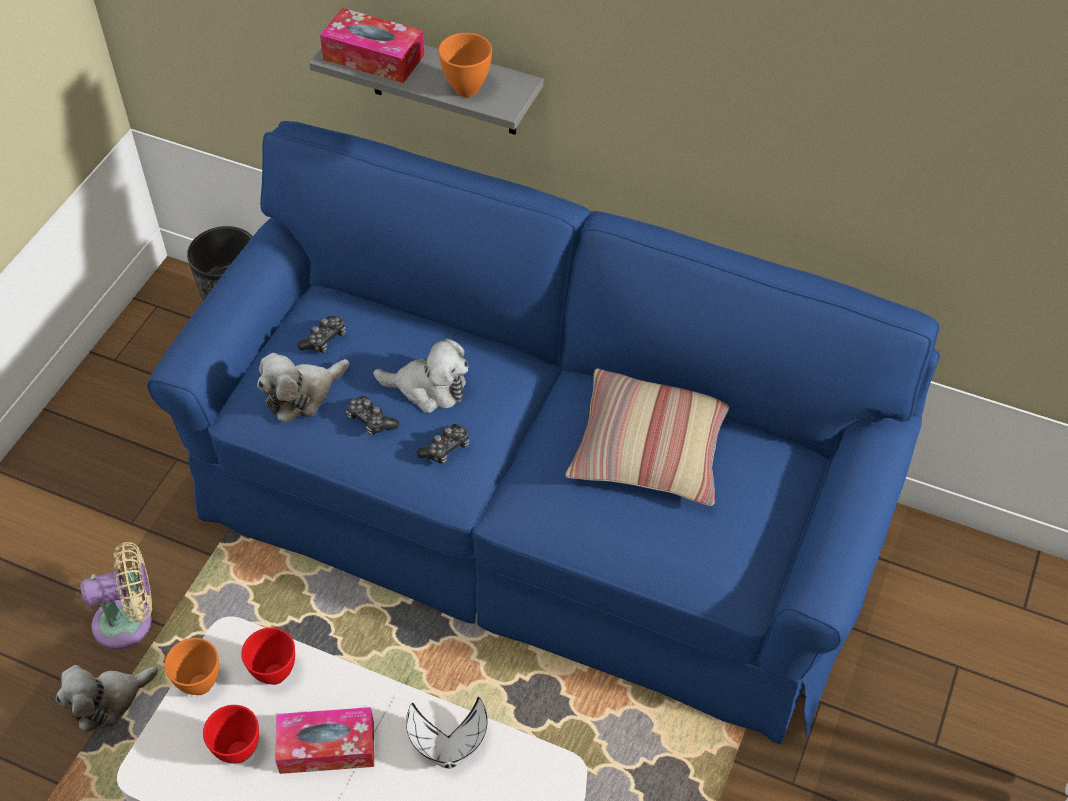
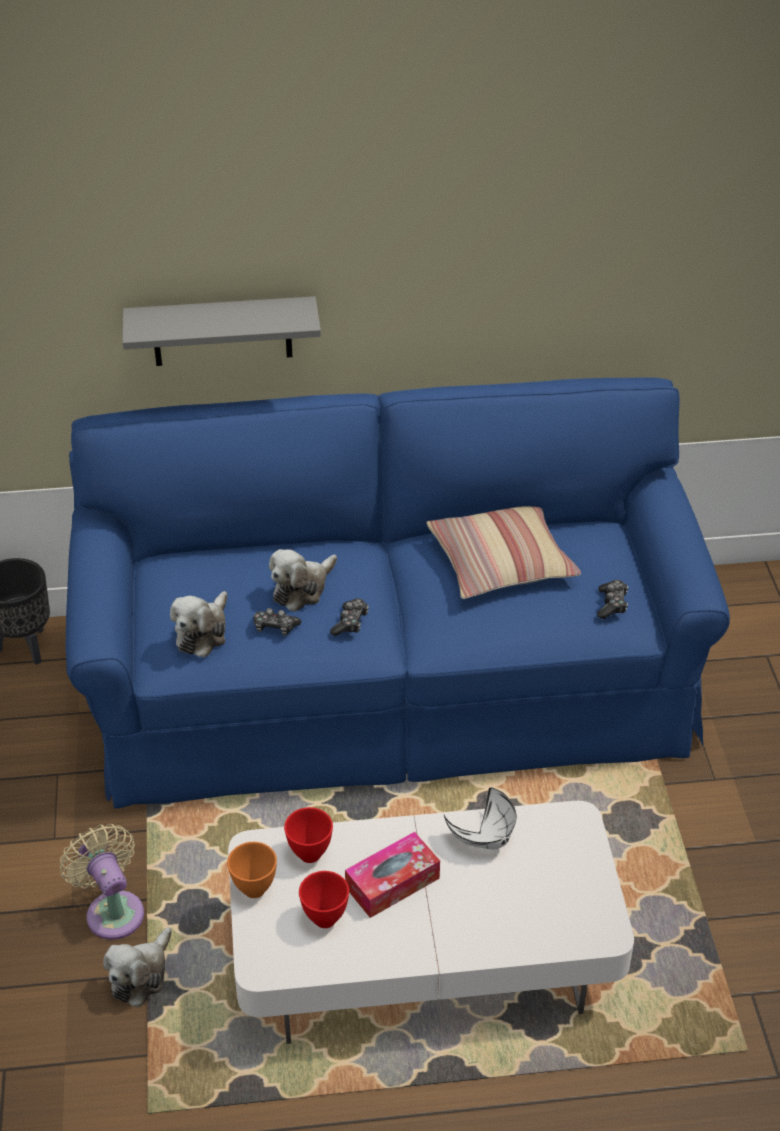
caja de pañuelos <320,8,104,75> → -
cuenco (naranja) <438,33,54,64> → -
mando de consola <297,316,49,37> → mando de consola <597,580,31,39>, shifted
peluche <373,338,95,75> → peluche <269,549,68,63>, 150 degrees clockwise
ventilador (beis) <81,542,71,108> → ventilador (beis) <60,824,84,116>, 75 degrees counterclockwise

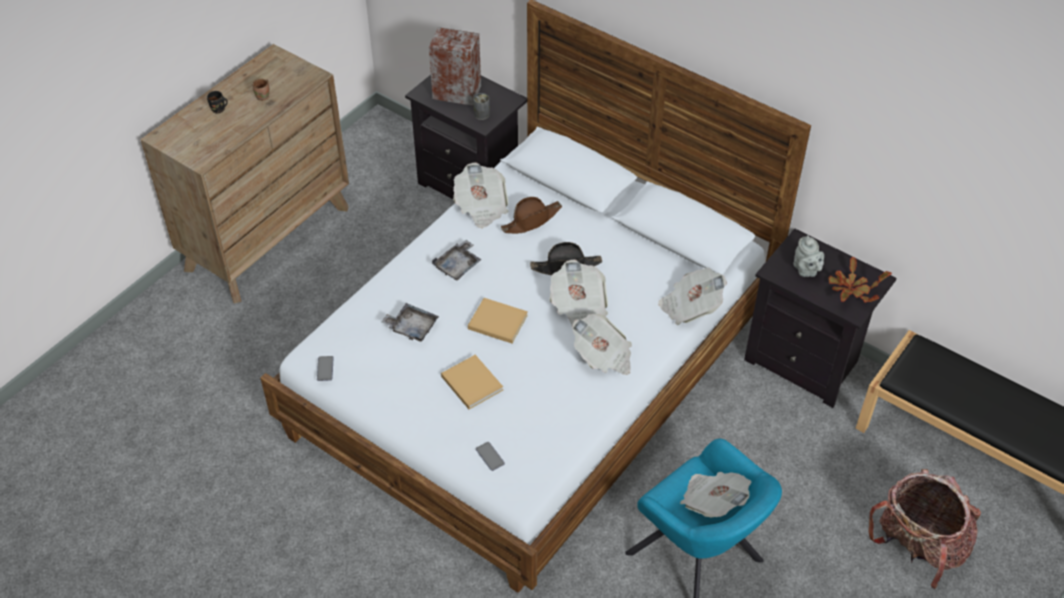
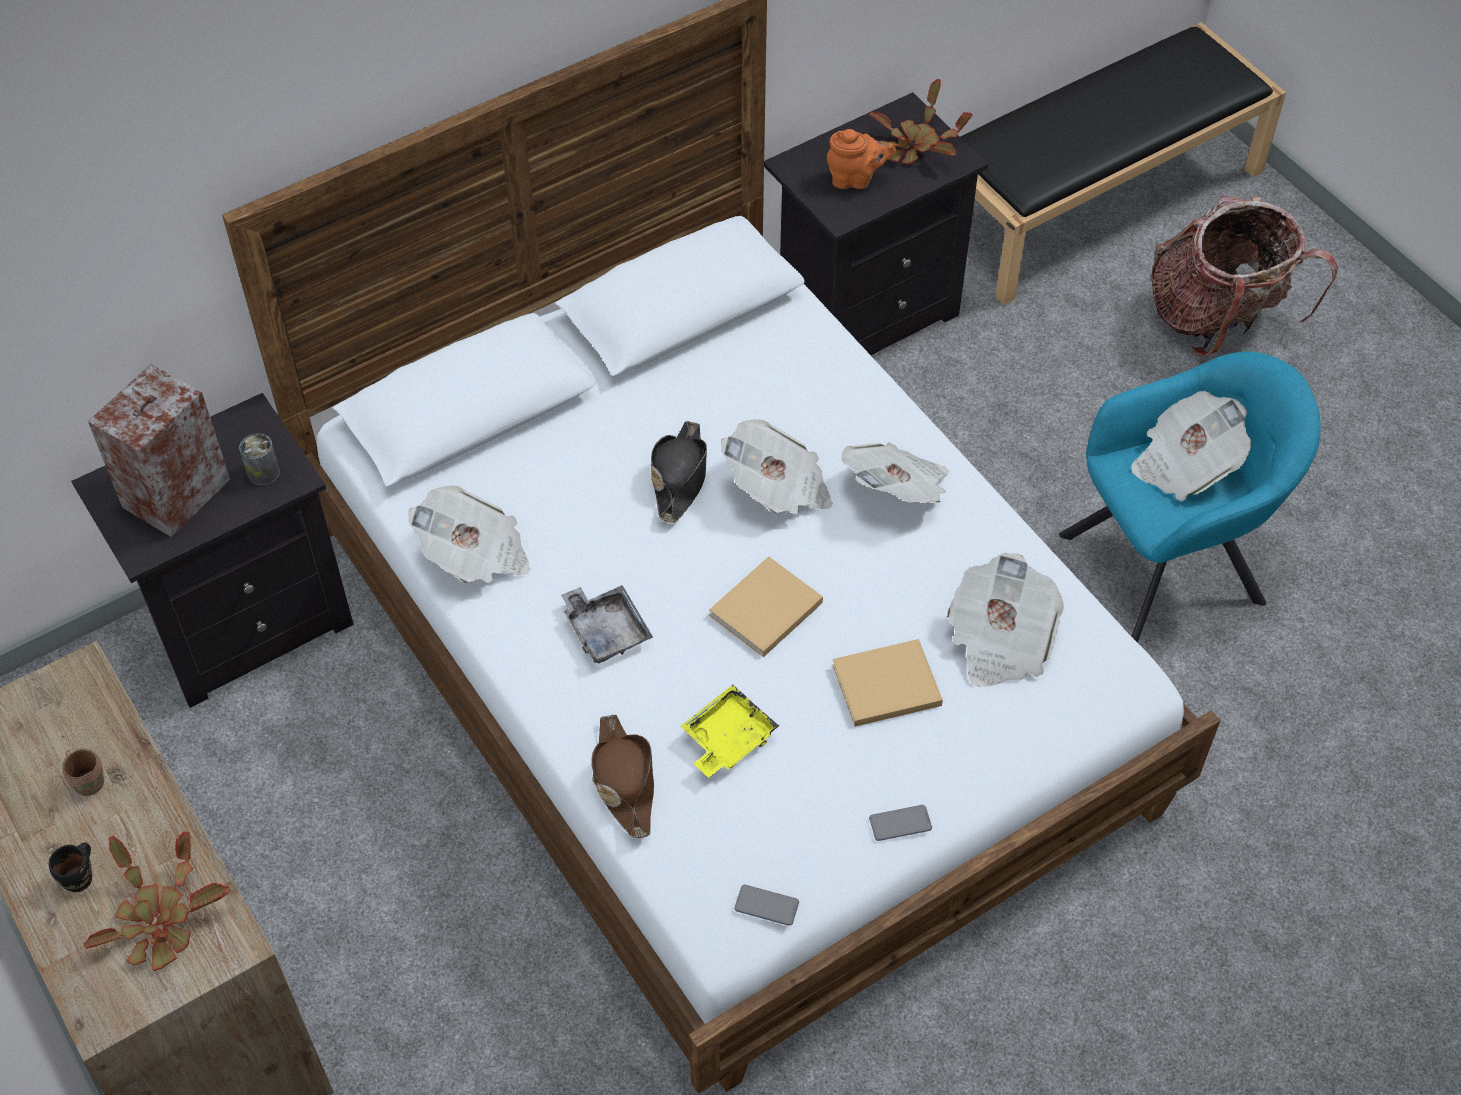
sombrero (marrón) <501,197,61,37> → sombrero (marrón) <591,715,63,123>, shifted
tetera (gris) <793,235,31,42> → tetera (naranja) <827,129,69,60>
periódico <658,268,69,57> → periódico <947,553,117,134>, shifted
bandeja (gris) <381,303,58,39> → bandeja (amarillo) <681,685,98,93>
móvil <476,442,29,29> → móvil <869,805,63,36>, shifted
- → planta en maceta <83,832,147,139>

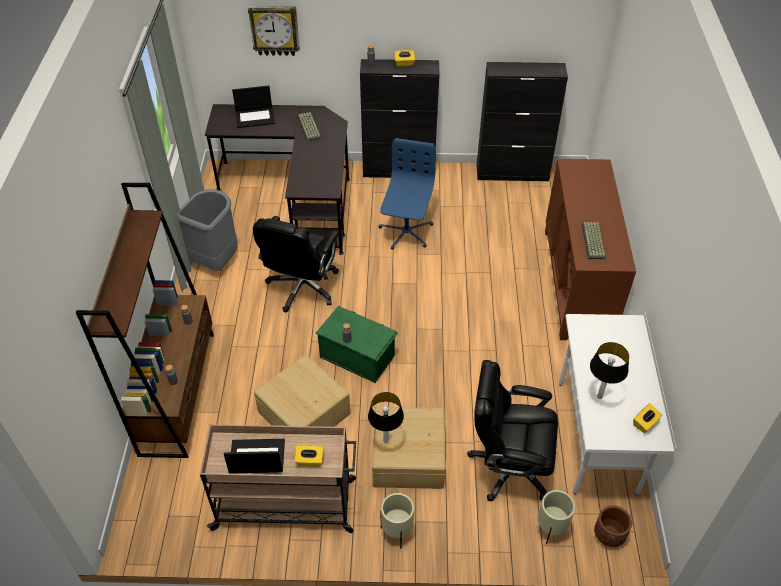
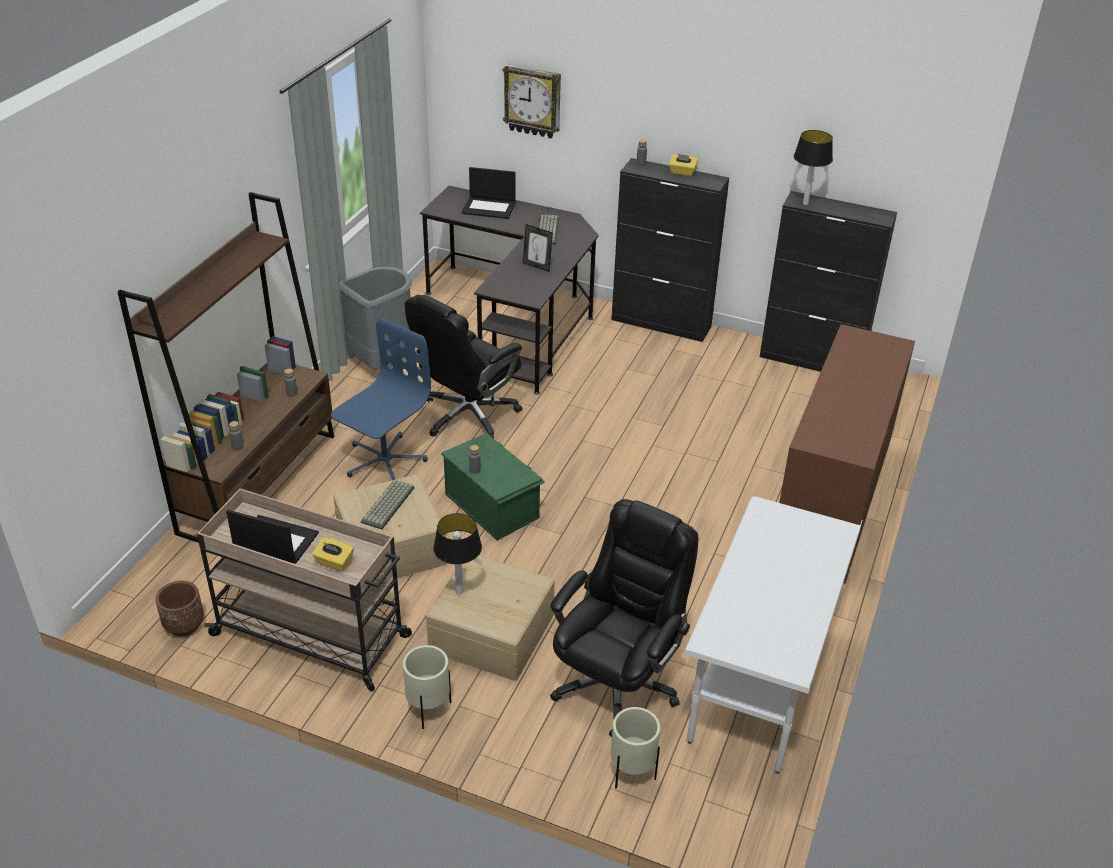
silla de oficina (azul) <379,138,57,112> → silla de oficina (azul) <331,318,100,162>, shifted
teclado <582,222,24,37> → teclado <361,480,54,49>, shifted
lámpara de mesa <590,342,39,57> → lámpara de mesa <794,130,39,75>, shifted
silla de oficina (negro) <467,360,91,141> → silla de oficina (negro) <550,499,148,238>, 90 degrees clockwise
caja de pañuelos (amarillo) <633,403,29,30> → -
maceta (marrón) <594,505,38,42> → maceta (marrón) <155,581,49,55>, shifted
- → portarretratos <523,224,30,48>

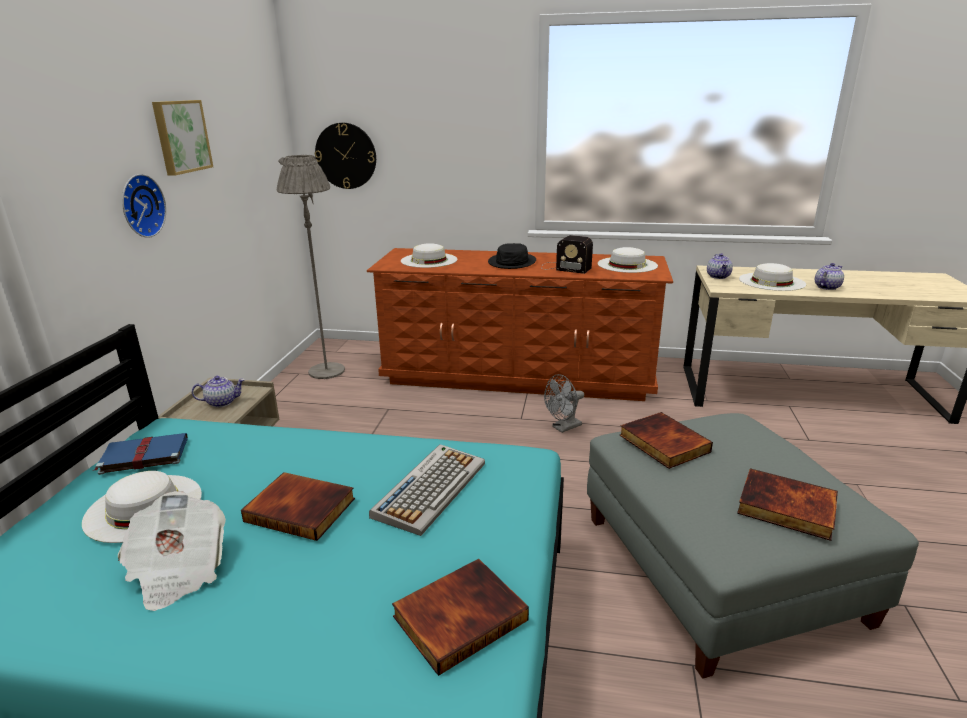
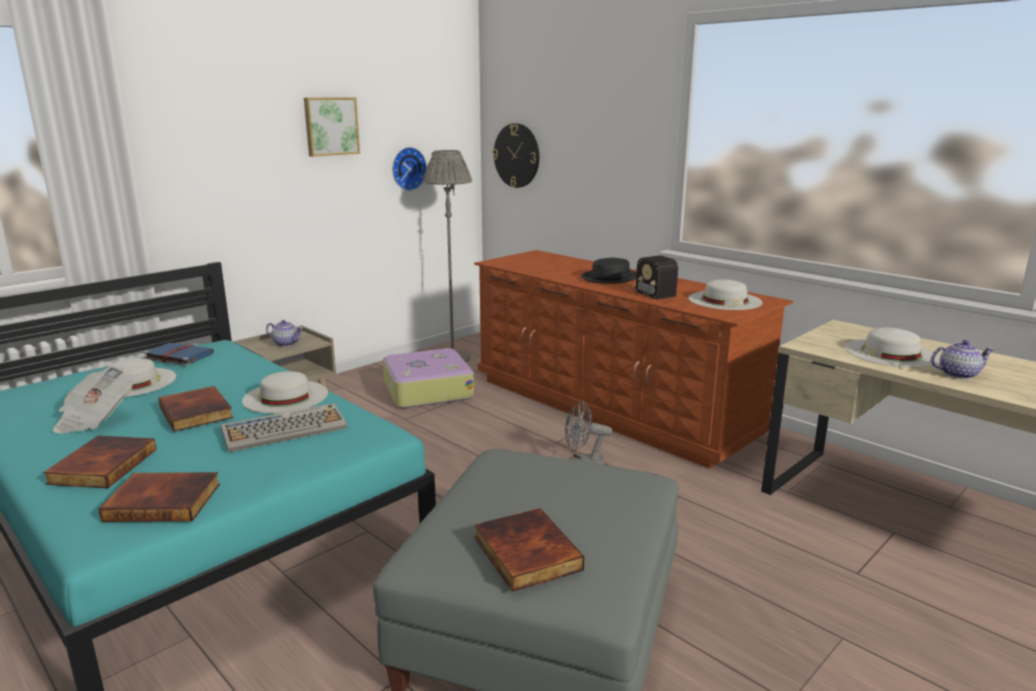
reloj de pared <122,174,44,64> → reloj de pared <392,147,35,44>, shifted
sombrero (blanco) <401,243,56,25> → sombrero (blanco) <242,371,86,42>, shifted
tetera <707,253,26,26> → -
libro <620,412,93,57> → libro <43,436,113,52>, shifted
- → maleta <383,348,91,60>

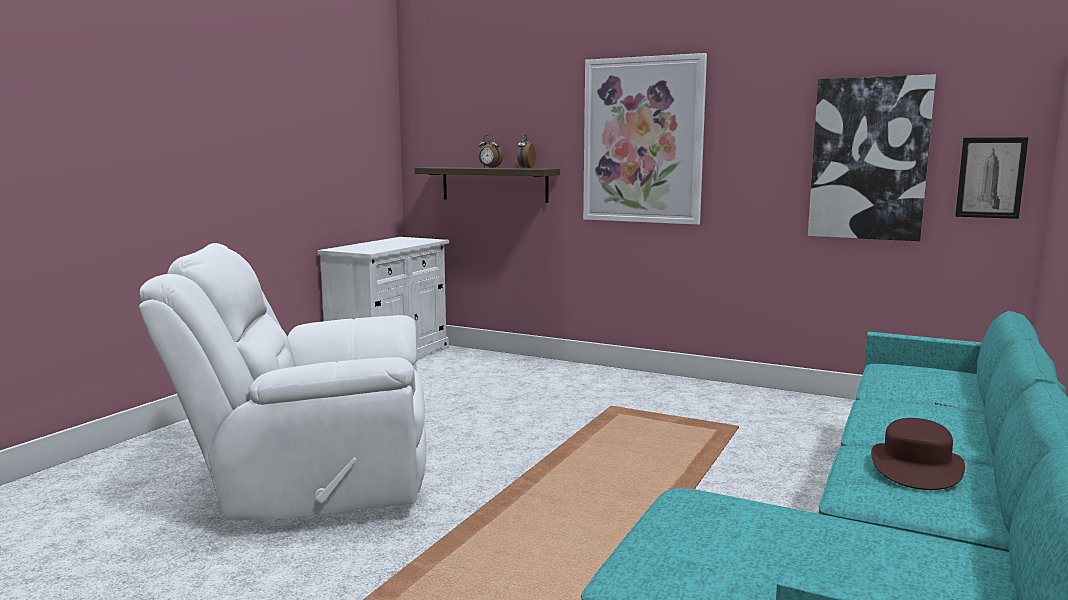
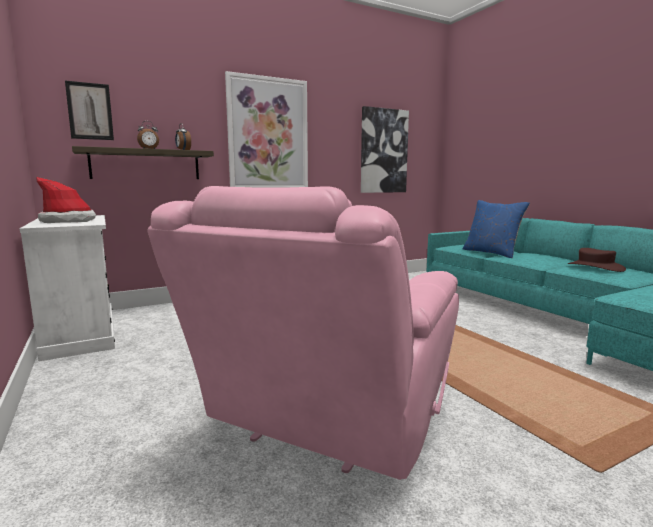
cuadro <955,137,73,82> → cuadro <65,81,49,59>, shifted
sillón (blanco) <139,243,288,277> → sillón (rosa) <147,186,312,294>
- → sombrero <37,177,59,46>
- → cojín (azul) <463,200,67,58>

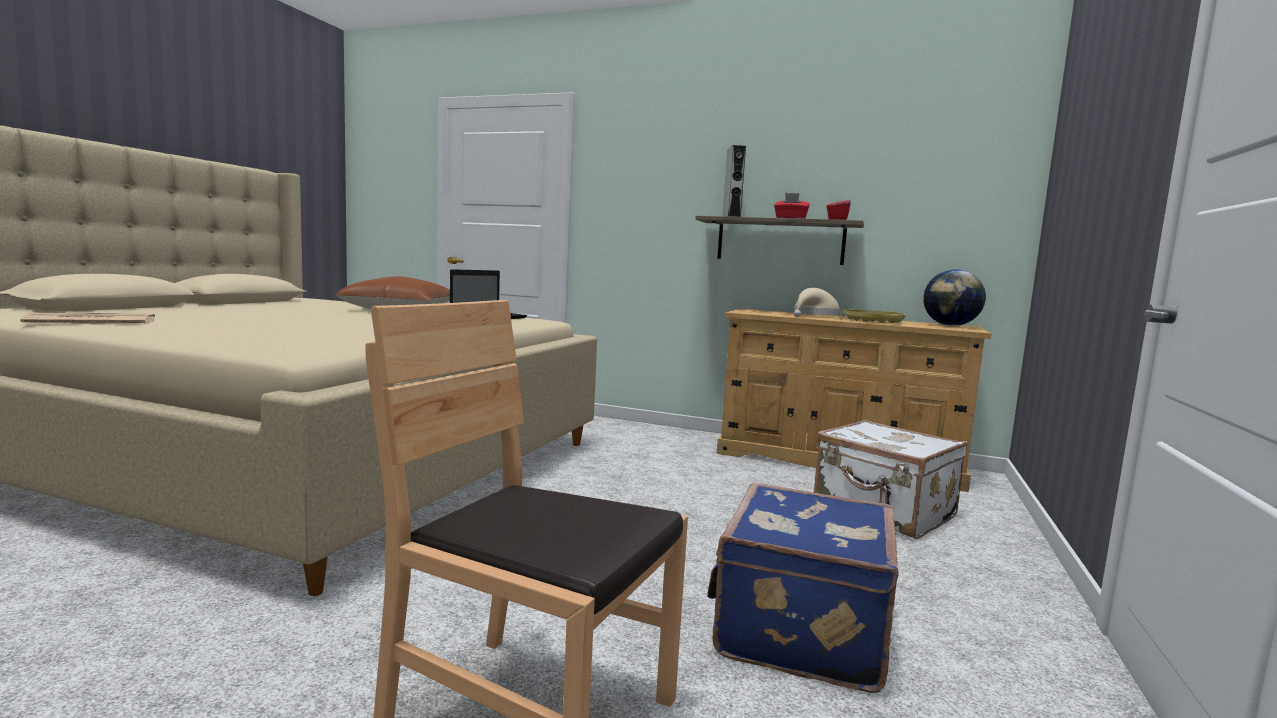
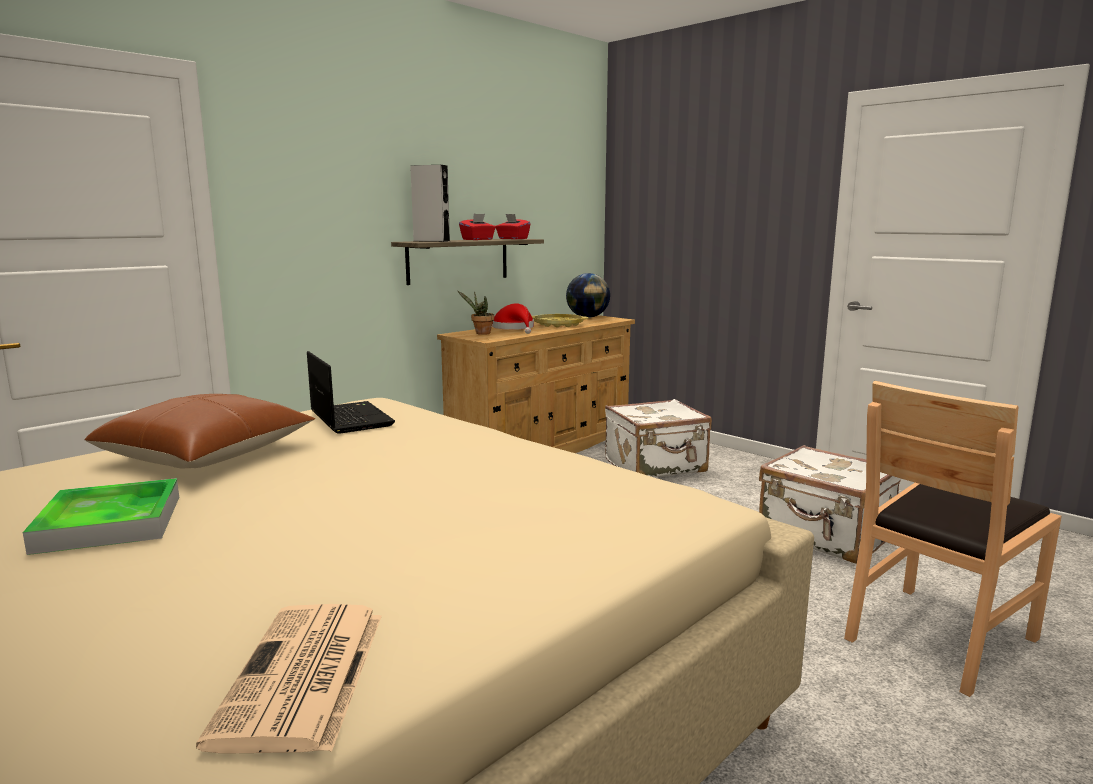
sombrero (beis) <794,288,47,29> → sombrero (rojo) <492,303,42,31>
maleta (azul) <707,483,192,210> → maleta (blanco) <759,445,142,119>
- → planta en maceta <458,291,36,44>
- → bandeja <23,478,156,77>

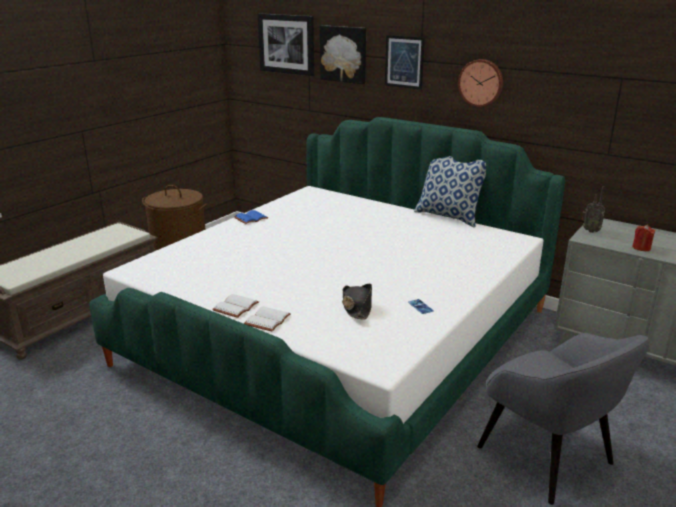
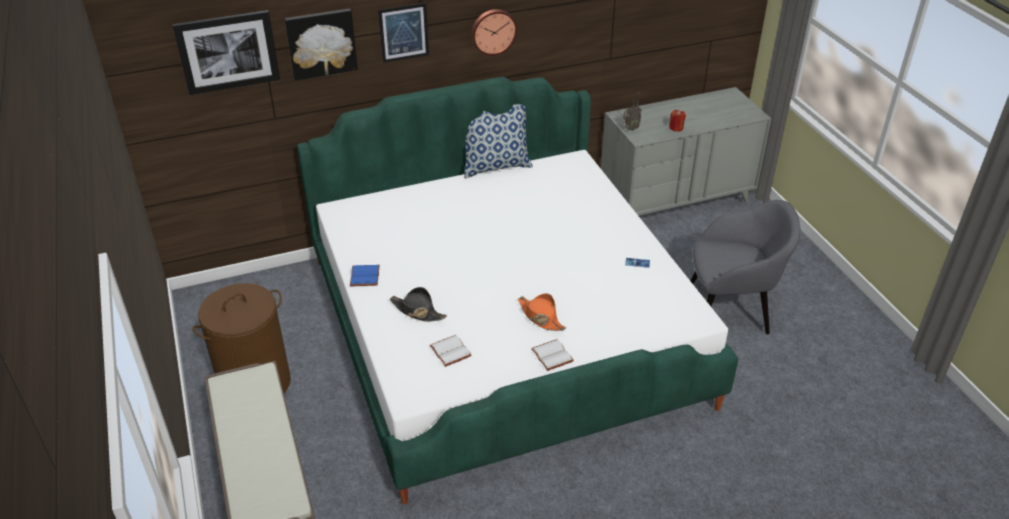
sombrero (negro) <342,284,30,35> → sombrero (negro) <390,287,57,35>, shifted
libro (blanco) <244,306,47,26> → libro (blanco) <430,335,42,32>, shifted
- → sombrero (naranja) <518,293,48,38>

